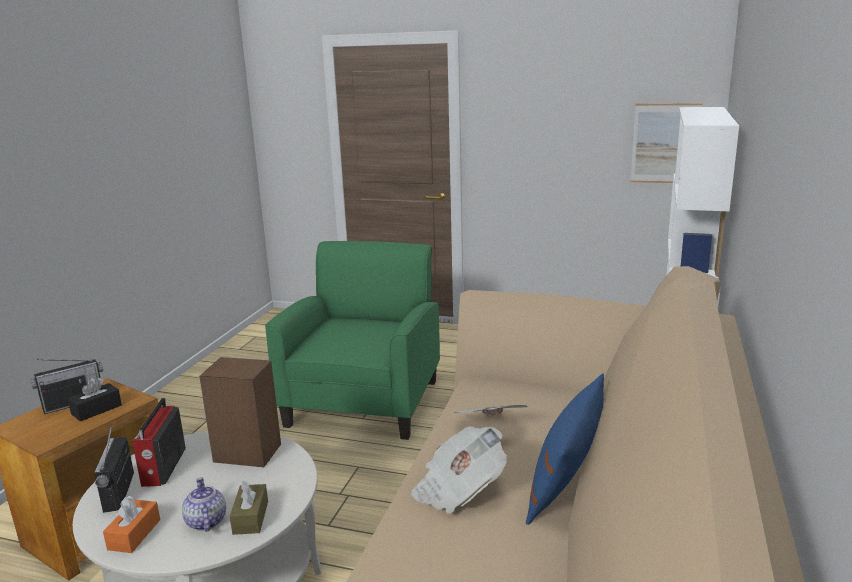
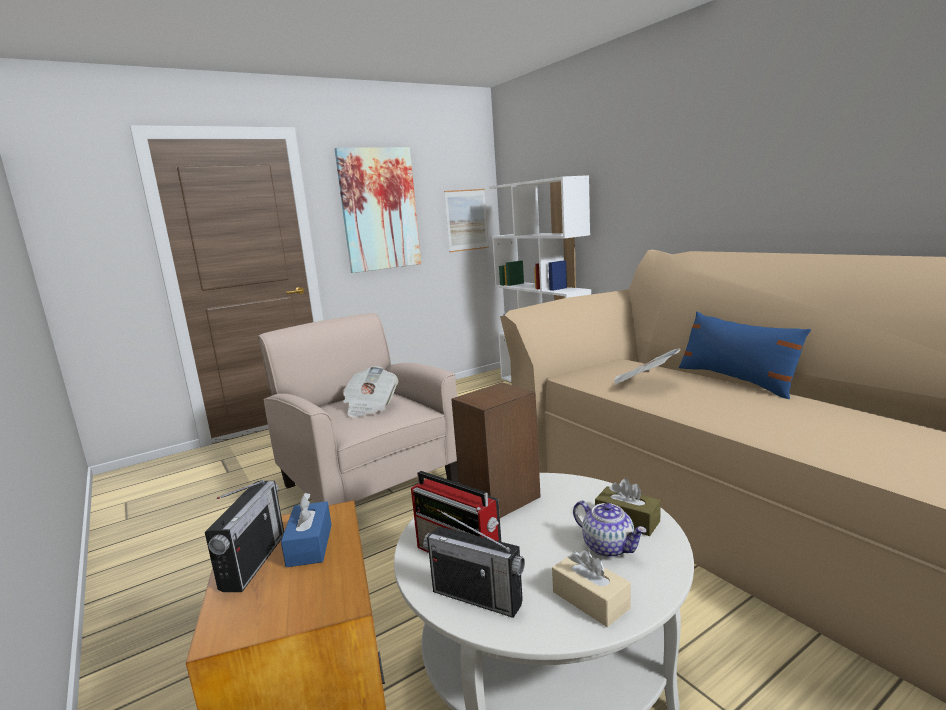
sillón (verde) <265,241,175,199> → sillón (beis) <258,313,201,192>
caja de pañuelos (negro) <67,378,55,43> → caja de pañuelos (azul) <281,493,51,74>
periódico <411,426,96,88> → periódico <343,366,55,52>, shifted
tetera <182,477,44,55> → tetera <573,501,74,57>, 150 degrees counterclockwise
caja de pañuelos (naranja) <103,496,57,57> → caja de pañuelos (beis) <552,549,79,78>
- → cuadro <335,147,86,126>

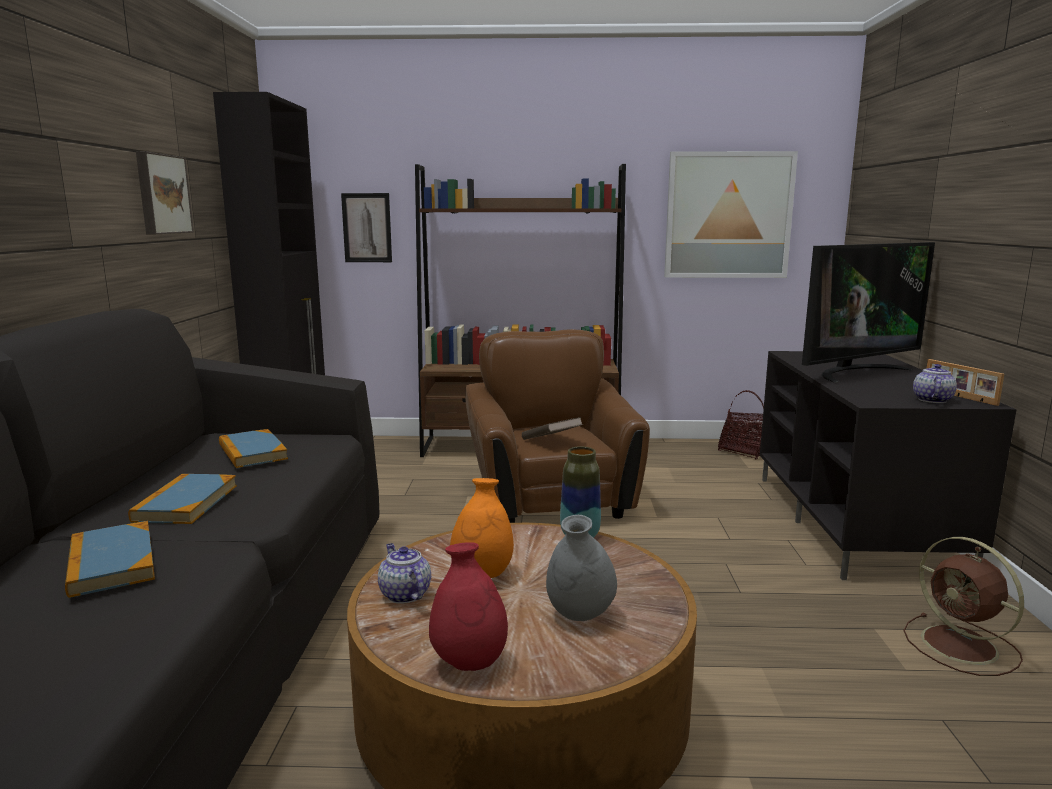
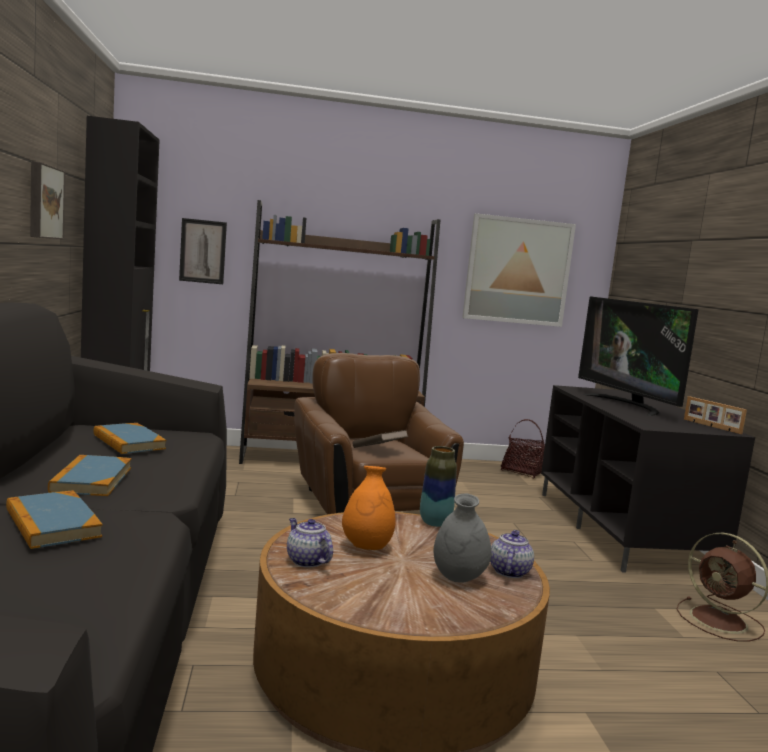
televisor <802,242,133,141> → televisor <578,296,121,120>, 105 degrees clockwise
tetera <913,364,44,39> → tetera <490,530,44,48>, shifted
florero (rojo) <429,542,79,129> → -

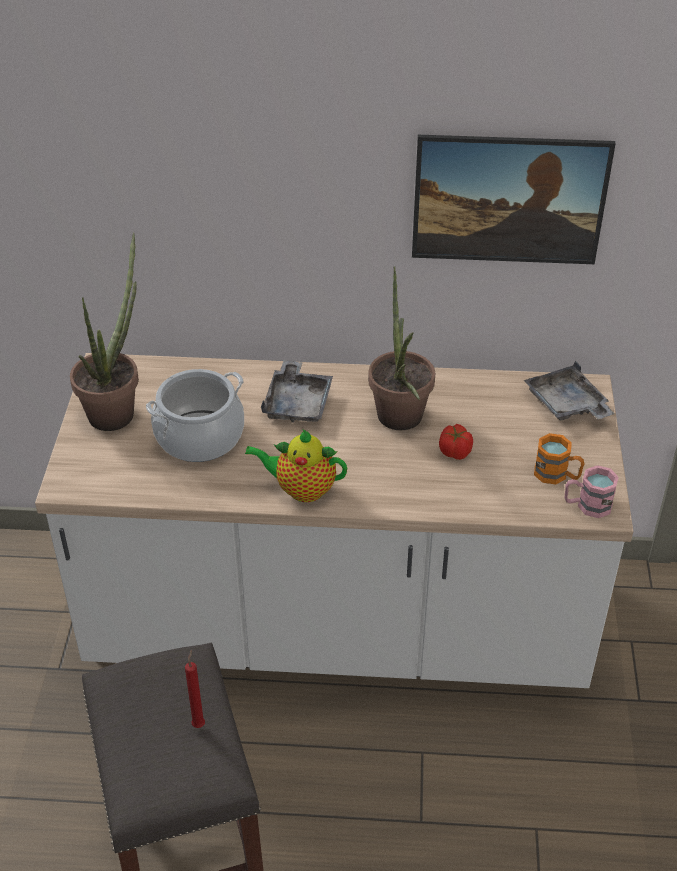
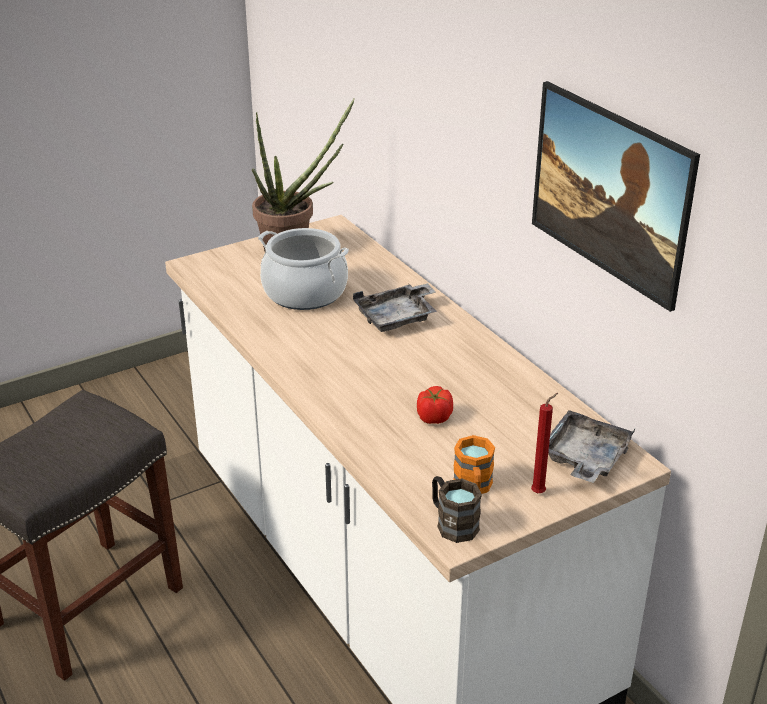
planta en maceta <368,266,67,164> → -
tetera <245,429,102,73> → -
taza grande (rosa) <565,465,54,53> → taza grande (marrón) <432,476,50,67>
vela (rojo) <185,649,20,79> → vela (rojo) <531,393,27,100>, shifted

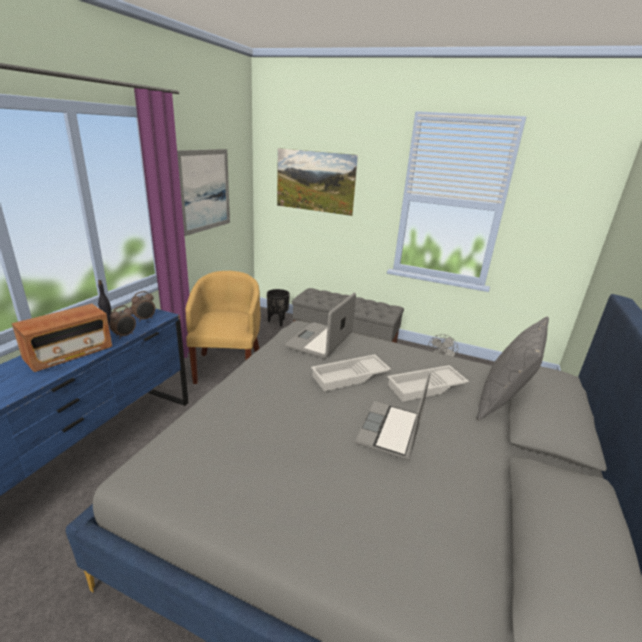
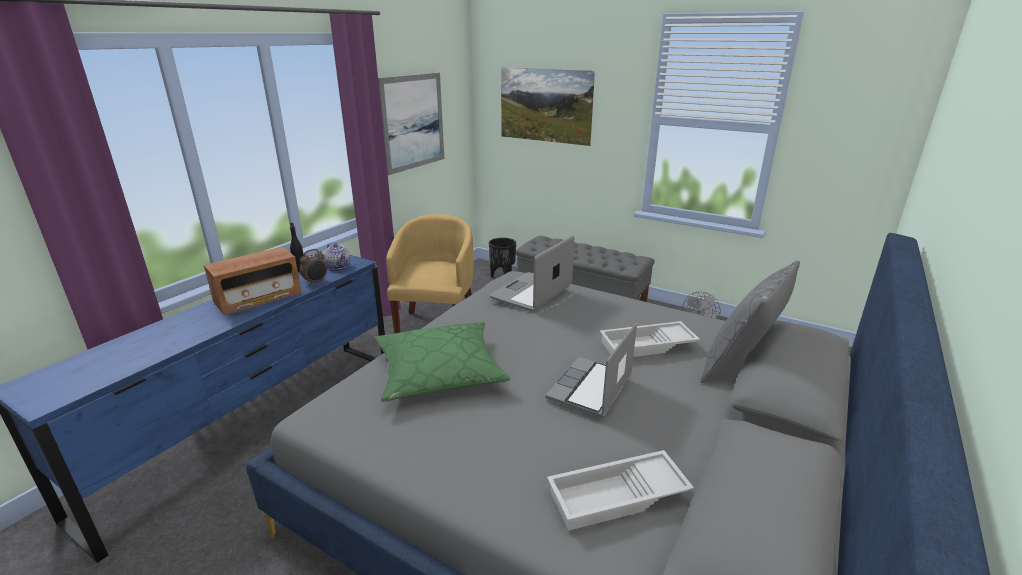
despertador <131,291,24,31> → tetera <324,243,26,26>
bandeja (blanco) <311,354,80,37> → bandeja (blanco) <547,450,147,80>, shifted
- → cojín (verde) <375,322,135,80>

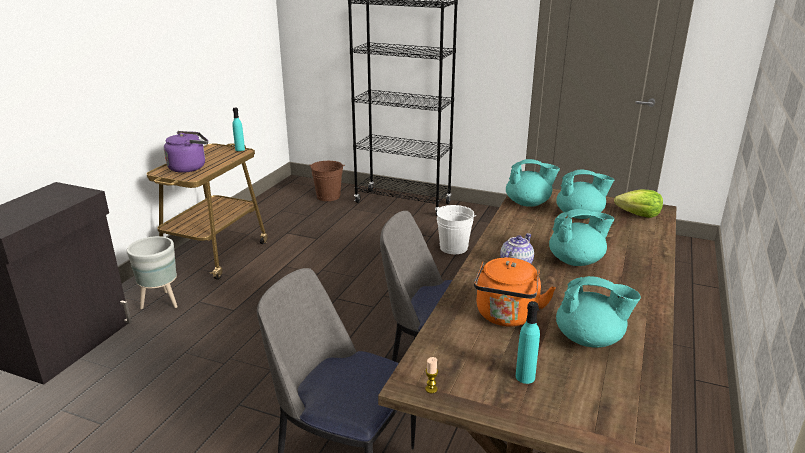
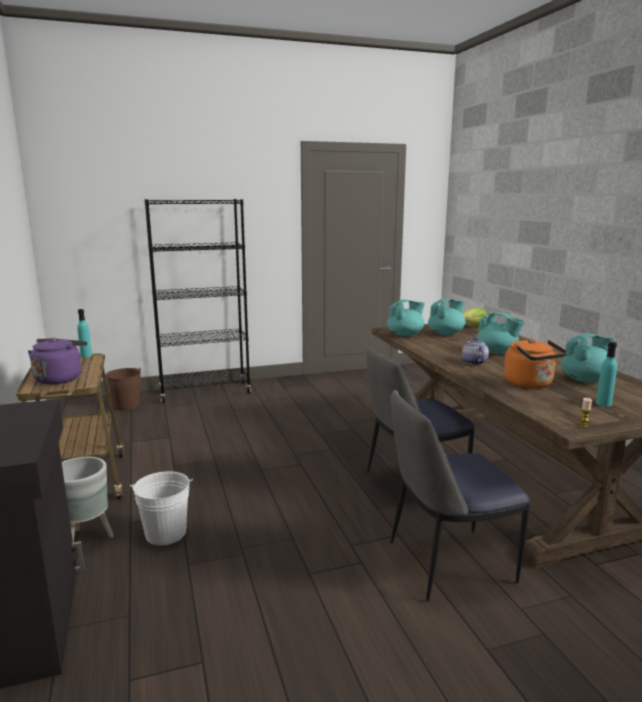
cubo (blanco) <437,205,39,49> → cubo (blanco) <130,471,63,74>, shifted
tetera (turquesa) <549,209,65,57> → tetera (turquesa) <476,312,49,42>, 90 degrees clockwise

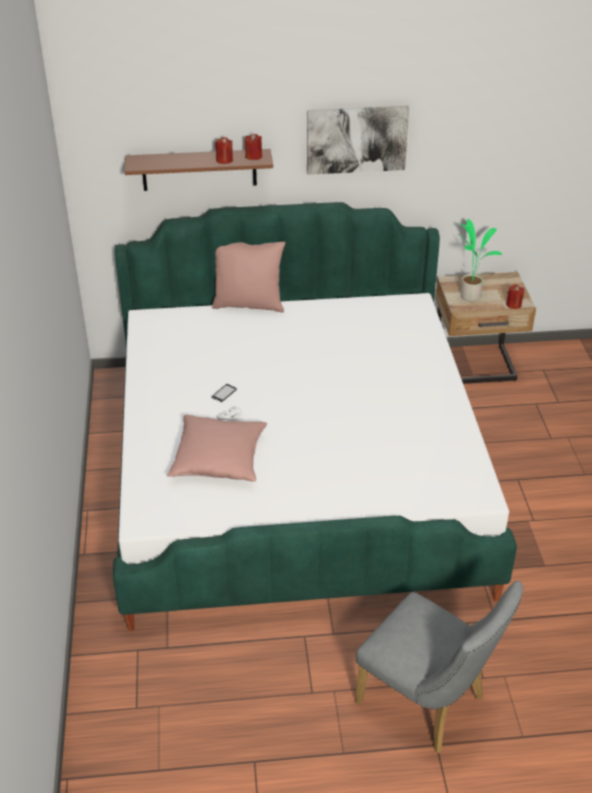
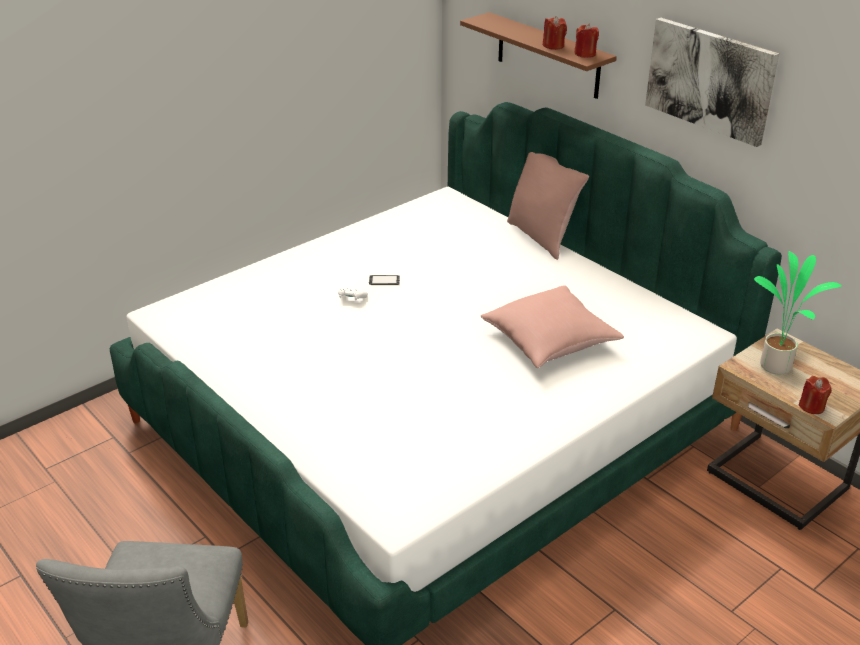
cojín (rosa) <167,415,100,67> → cojín (rosa) <480,285,144,83>, shifted

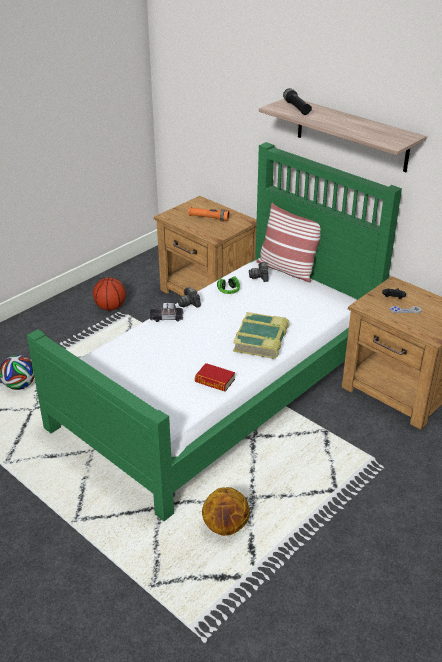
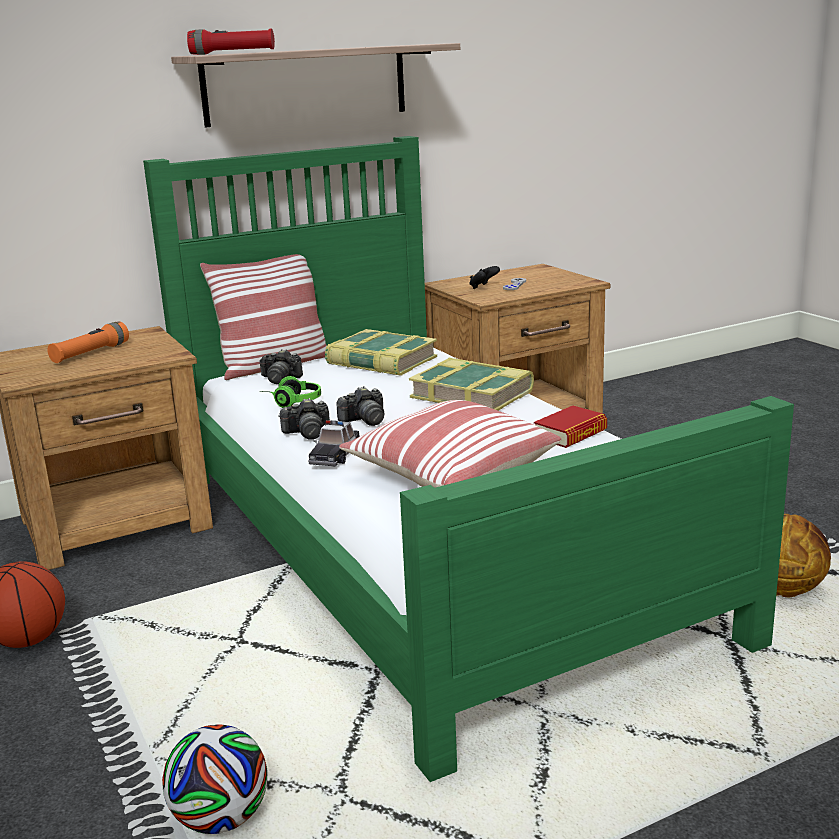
linterna (negro) <283,88,29,27> → linterna (rojo) <187,29,88,26>
- → libro <325,329,112,47>
- → cámara <337,386,48,40>
- → cojín <339,400,222,88>

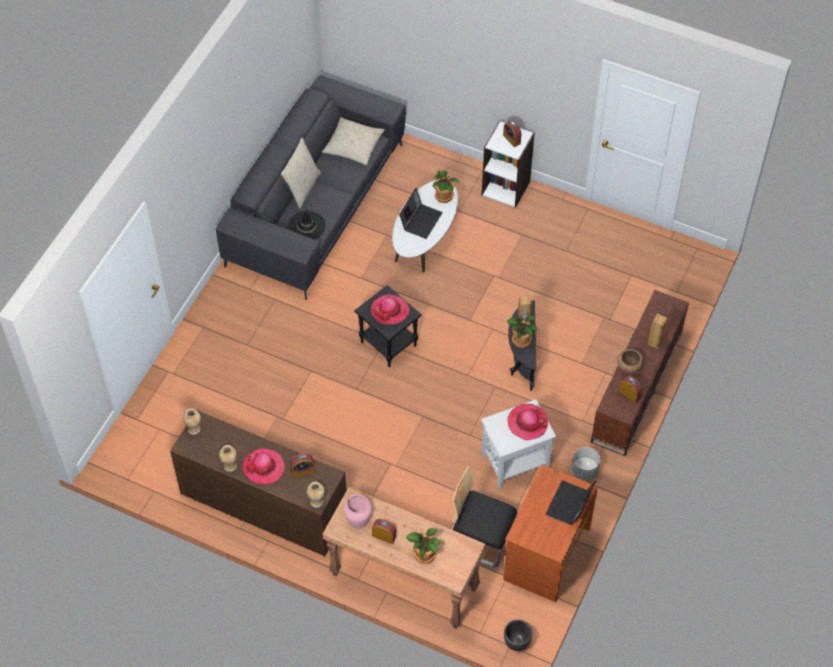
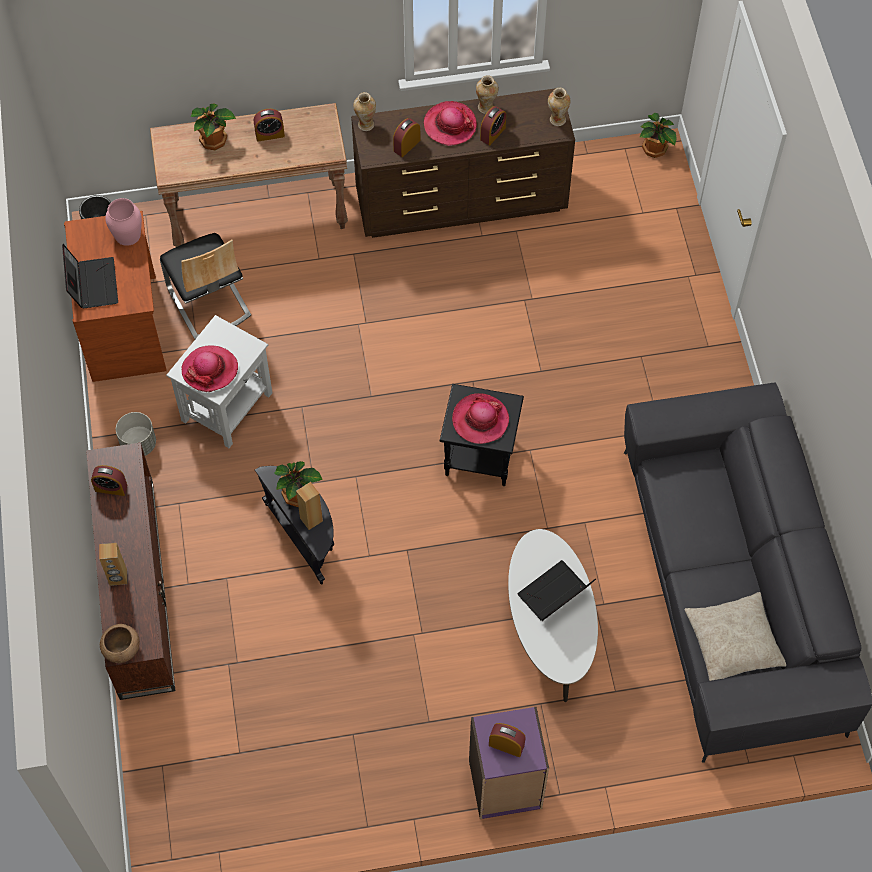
estantería (blanco) <482,121,52,87> → estantería (morado) <469,707,80,112>
cojín (beis) <281,138,40,71> → -
planta en maceta <433,170,27,33> → planta en maceta <640,113,37,45>, shifted
portátil <399,188,44,51> → portátil <517,560,79,61>, 60 degrees clockwise
sombrero (negro) <288,211,38,28> → -
cuenco (marrón) <617,349,27,24> → cuenco (marrón) <100,624,40,39>, shifted
silla <452,466,66,101> → silla <160,233,91,106>, 75 degrees clockwise
florero (rosa) <344,494,28,35> → florero (rosa) <105,198,37,48>, shifted
- → despertador <480,106,26,39>

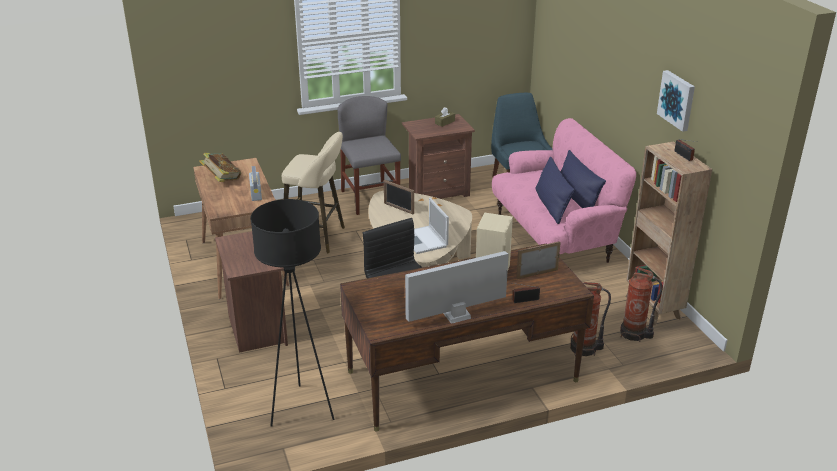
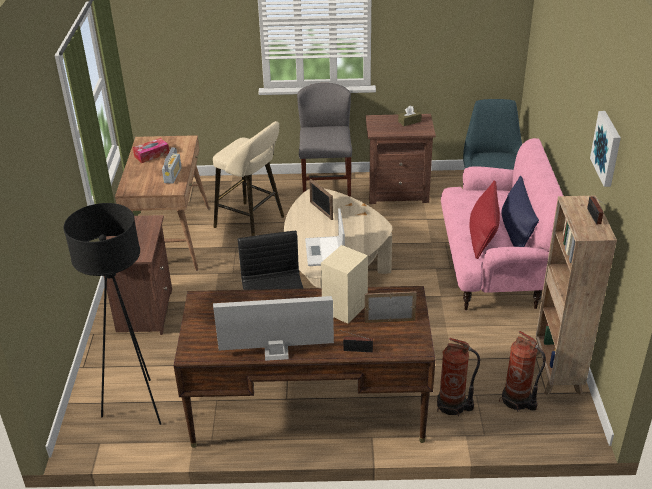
libro <199,153,42,29> → caja de pañuelos <133,138,36,25>
cojín (azul) <535,156,40,68> → cojín (rojo) <469,180,31,79>

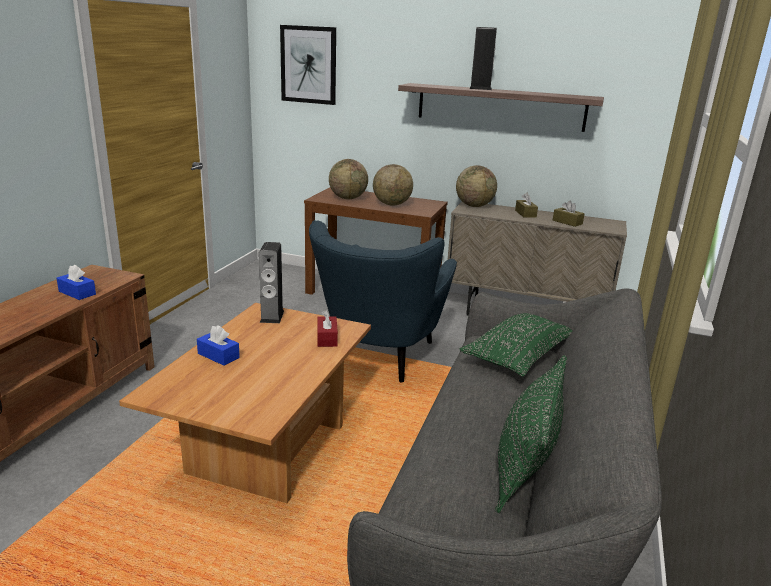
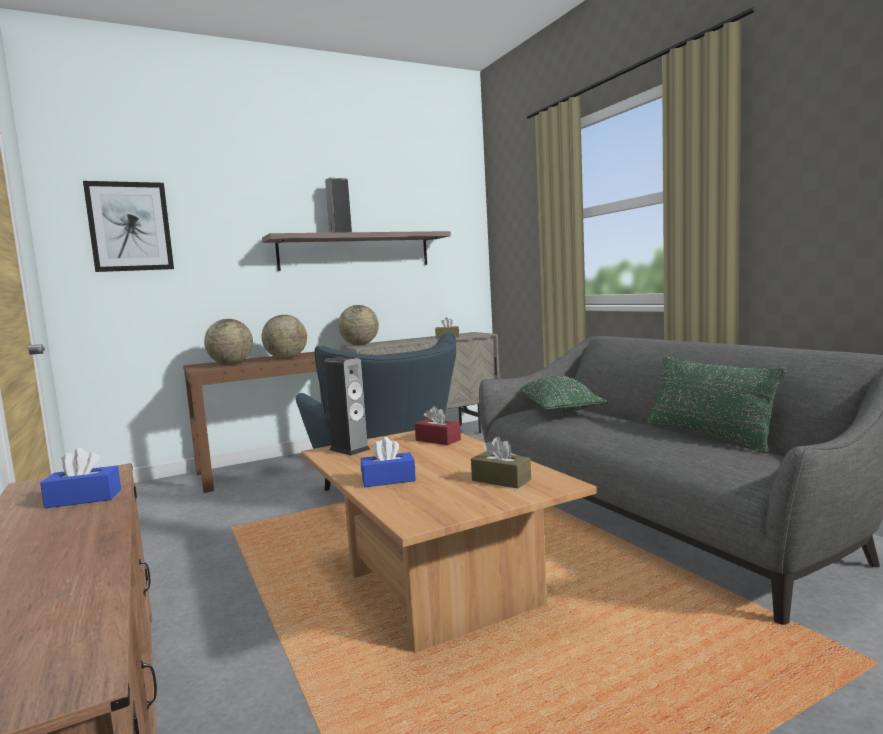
caja de pañuelos (marrón) <515,193,23,25> → caja de pañuelos (marrón) <471,437,60,51>, shifted

